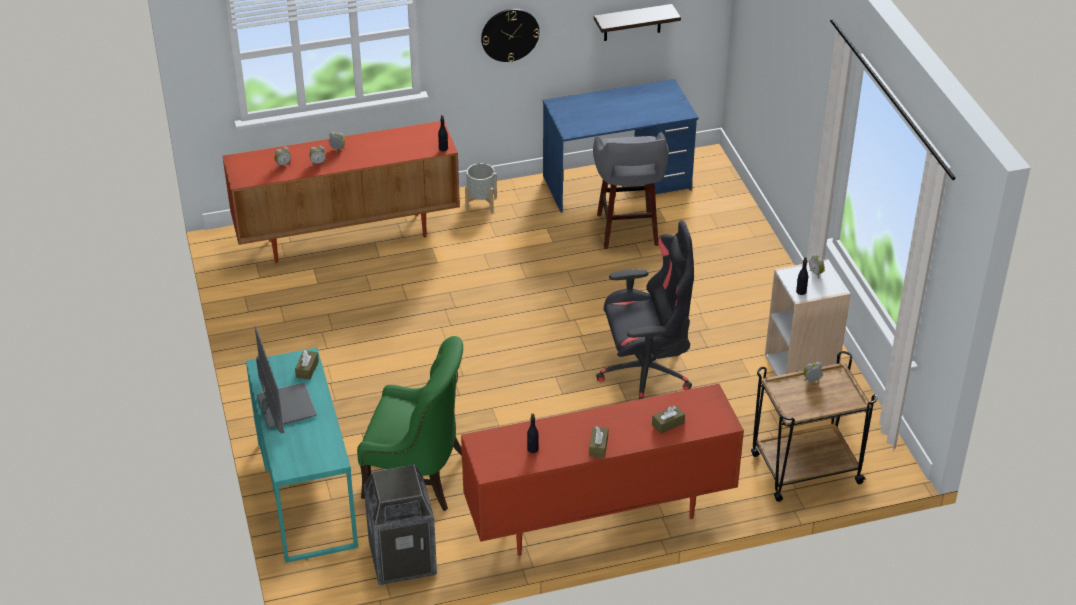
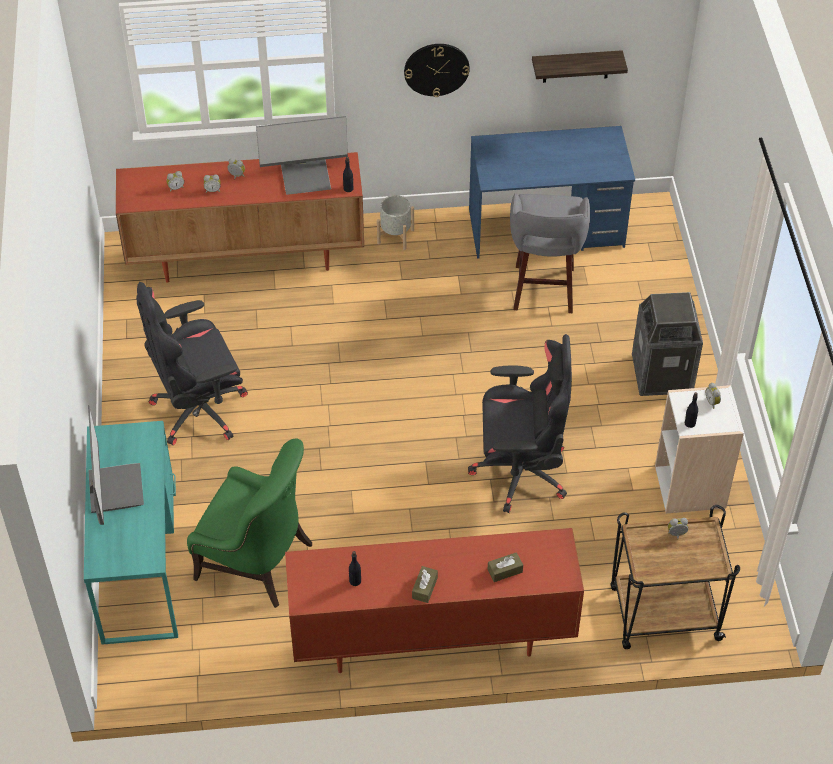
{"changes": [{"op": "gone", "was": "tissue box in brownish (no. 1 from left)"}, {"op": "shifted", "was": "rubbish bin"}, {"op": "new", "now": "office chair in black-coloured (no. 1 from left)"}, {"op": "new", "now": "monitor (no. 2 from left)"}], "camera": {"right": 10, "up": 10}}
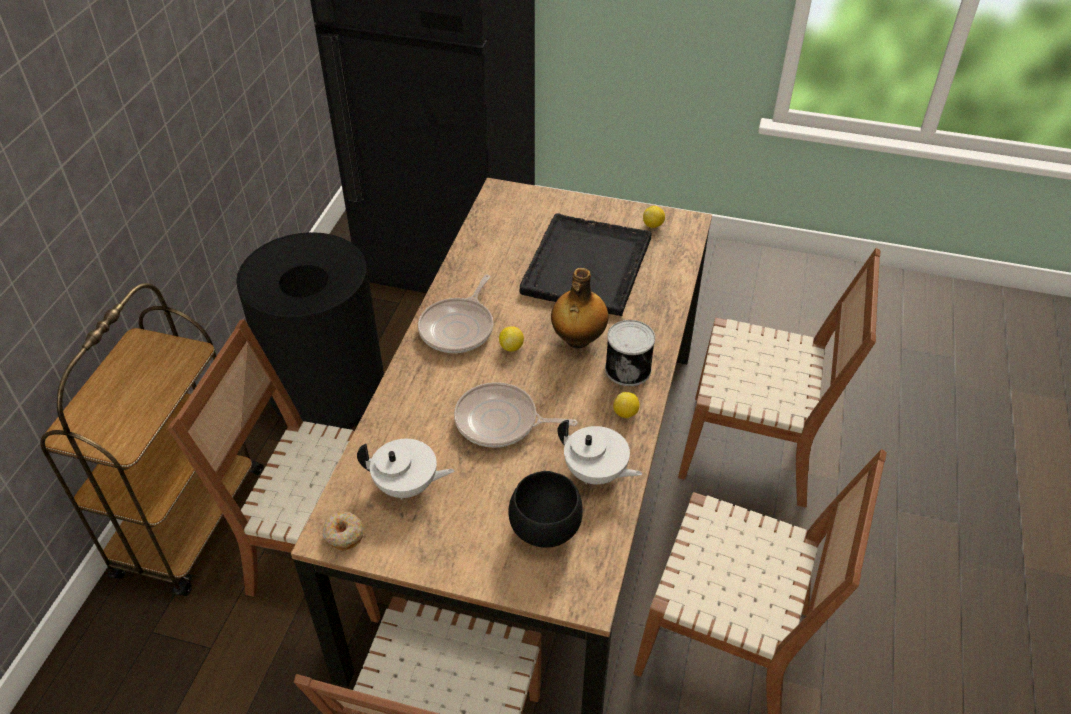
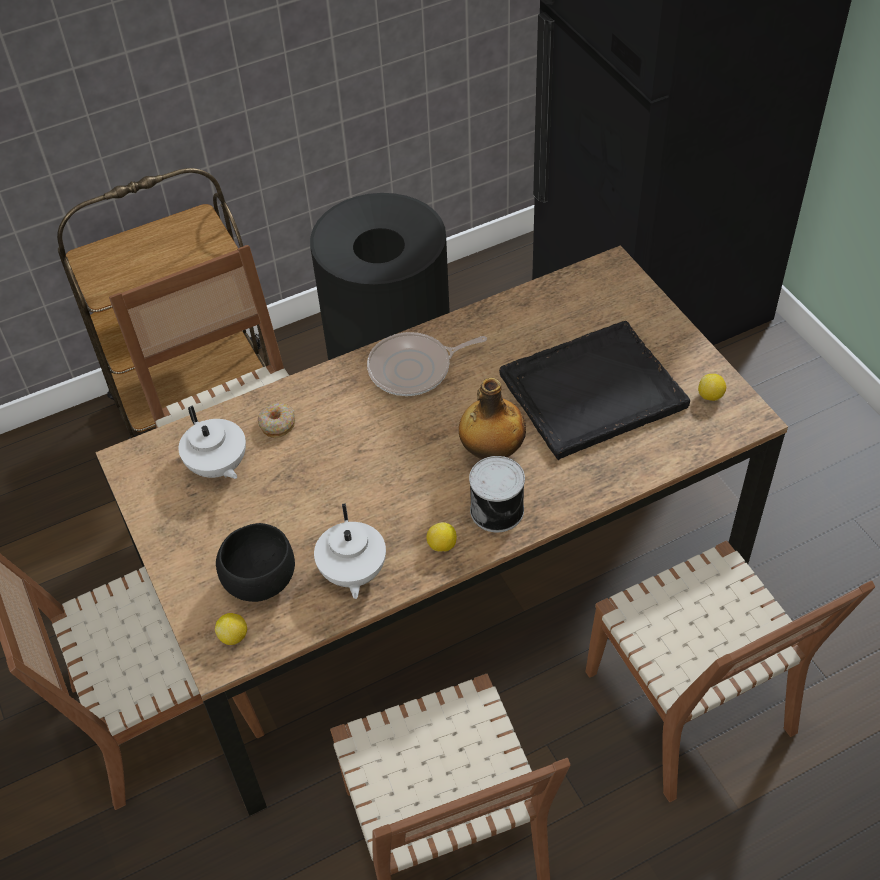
{"changes": [{"op": "shifted", "was": "doughnut"}, {"op": "gone", "was": "skillet (no. 2 from left)"}, {"op": "shifted", "was": "lemon (no. 1 from left)"}], "camera": {"right": 50, "up": 5}}
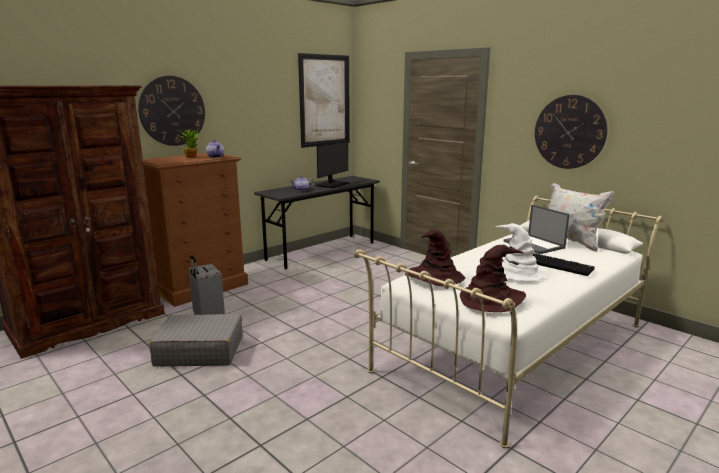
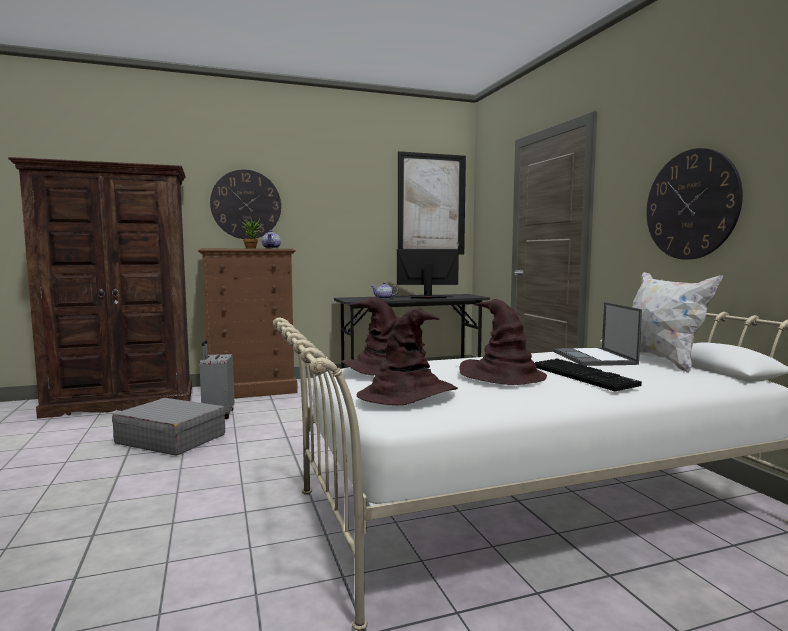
{"changes": [{"op": "rotated", "was": "monitor", "clockwise": -150}, {"op": "repainted", "was": "clothing hat in whitish", "now": "clothing hat in brownish (no. 3 from left)"}], "camera": {"right": 25, "up": -10}}
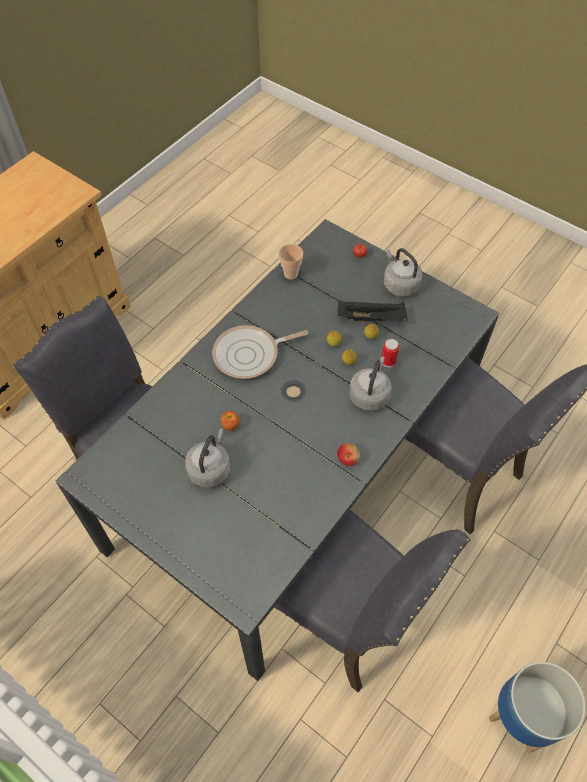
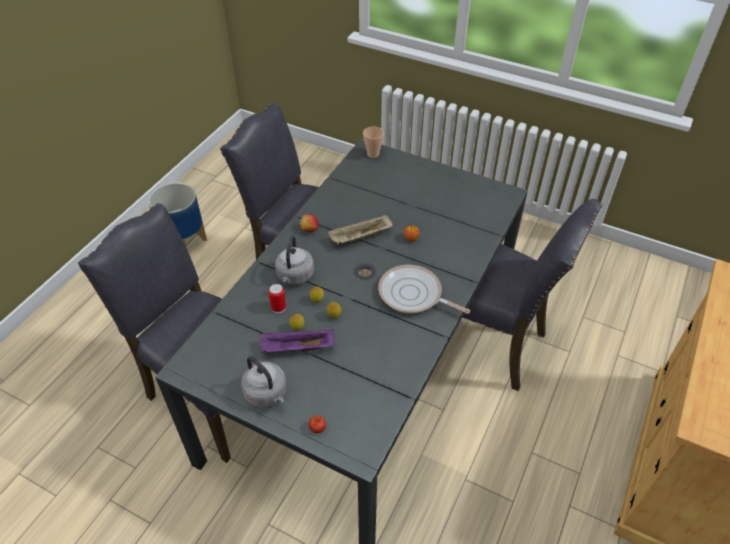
{"changes": [{"op": "gone", "was": "water kettle in grey (no. 1 from left)"}, {"op": "rotated", "was": "skillet", "clockwise": -120}, {"op": "shifted", "was": "small cup"}, {"op": "repainted", "was": "tray in black-coloured", "now": "tray in purplish"}, {"op": "new", "now": "tray in beige"}], "camera": {"right": 170, "up": -10}}
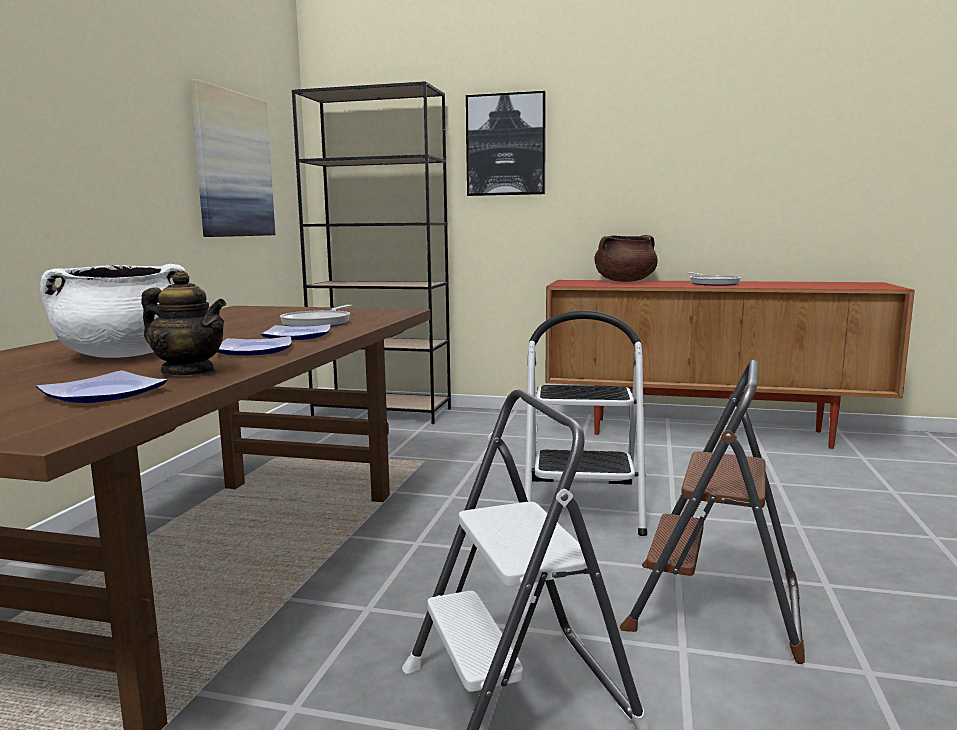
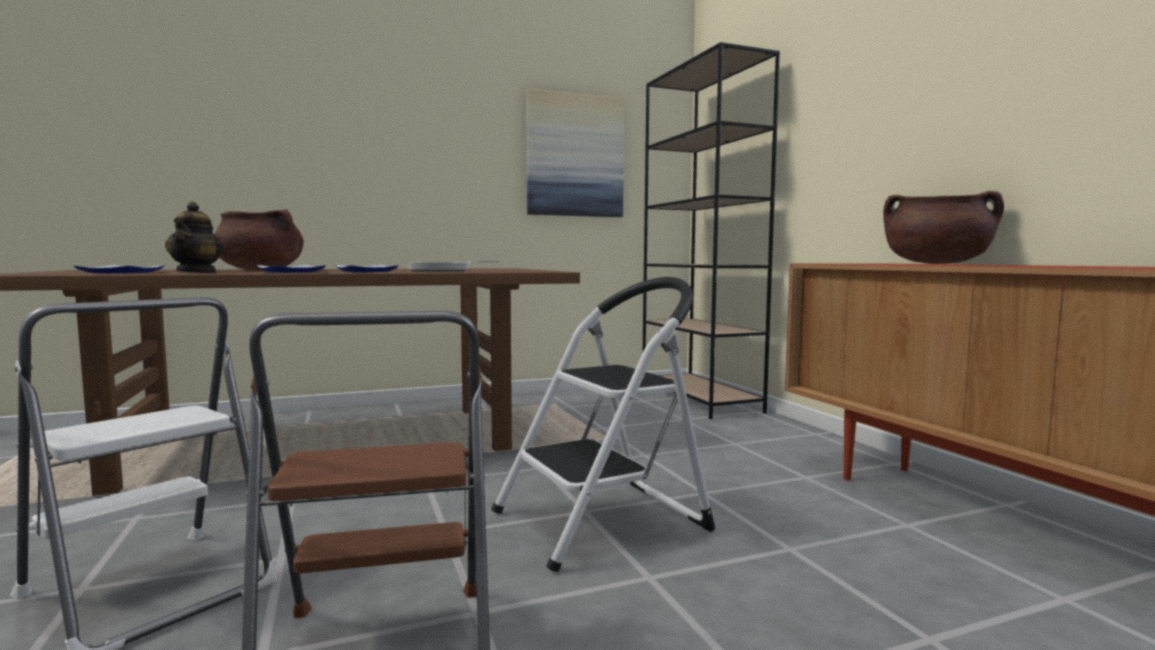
{"changes": [{"op": "repainted", "was": "stockpot in whitish", "now": "stockpot in brownish (no. 1 from left)"}, {"op": "gone", "was": "wall picture (no. 2 from left)"}, {"op": "gone", "was": "skillet (no. 2 from left)"}], "camera": {"right": 55, "up": -5}}
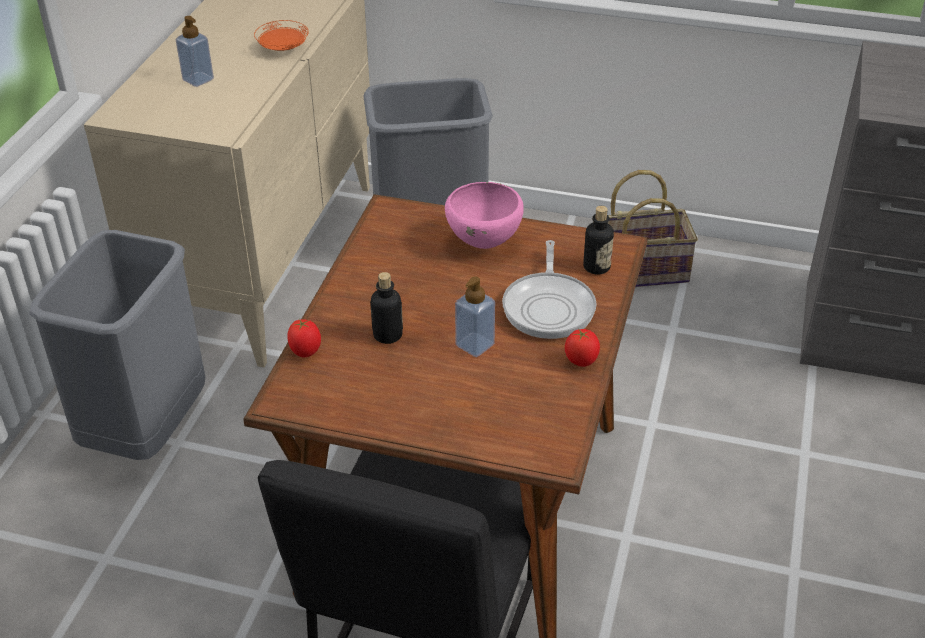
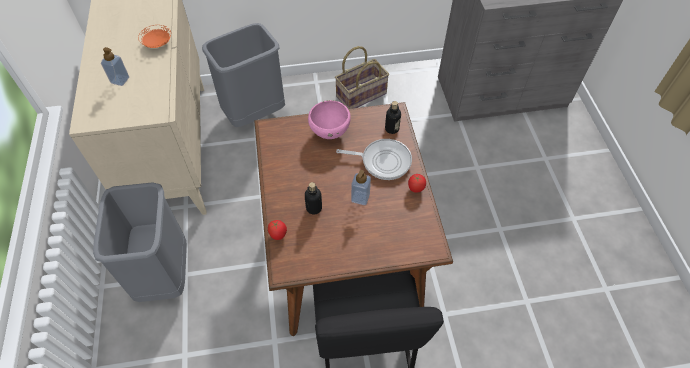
{"changes": [{"op": "rotated", "was": "skillet", "clockwise": -60}], "camera": {"right": -25, "up": 15}}
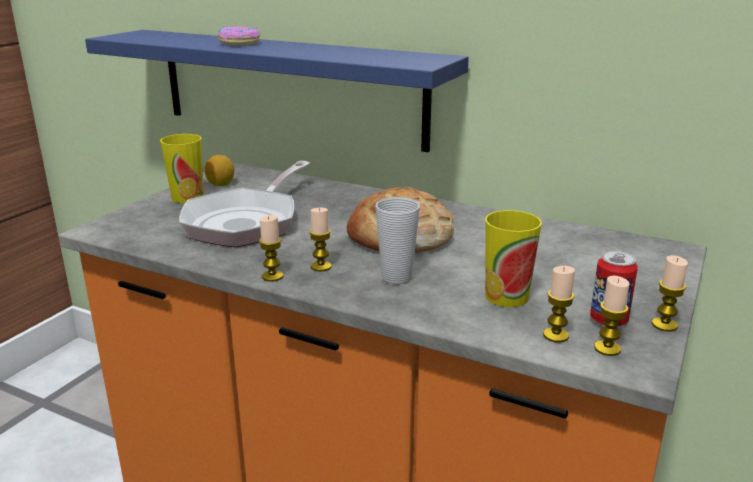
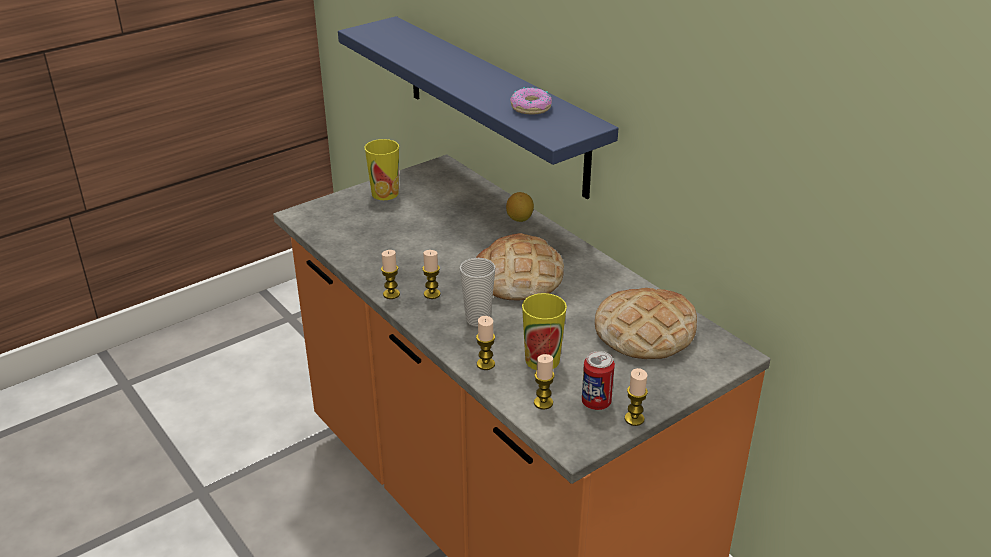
{"changes": [{"op": "gone", "was": "skillet"}, {"op": "shifted", "was": "lemon"}, {"op": "shifted", "was": "doughnut"}, {"op": "shifted", "was": "candle (no. 4 from left in the first image)", "now": "candle (no. 3 from left)"}, {"op": "new", "now": "bread (no. 2 from left)"}], "camera": {"right": 25, "up": 10}}
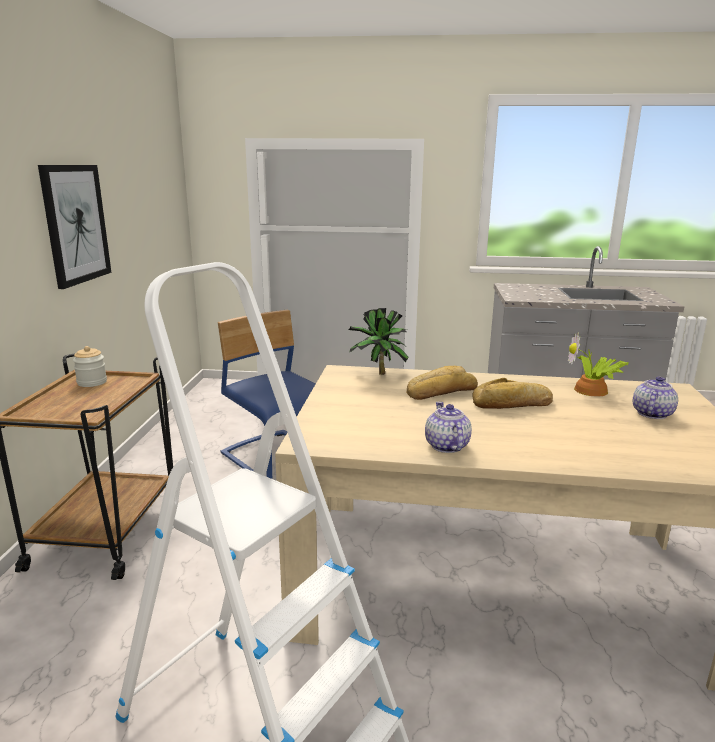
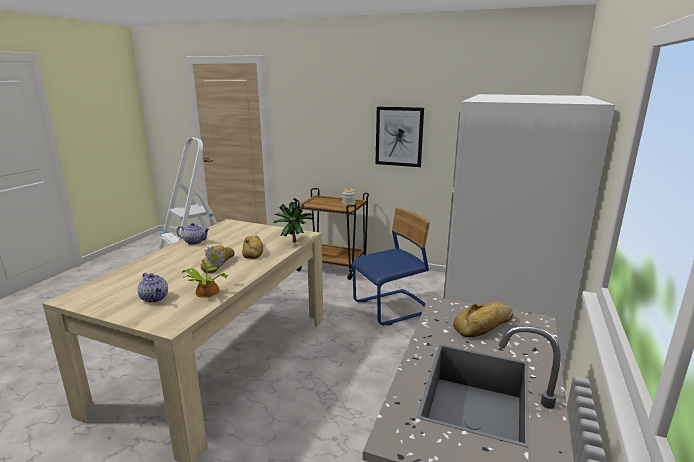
{"changes": [{"op": "new", "now": "bread (no. 3 from left)"}], "camera": {"right": 105, "up": 0}}
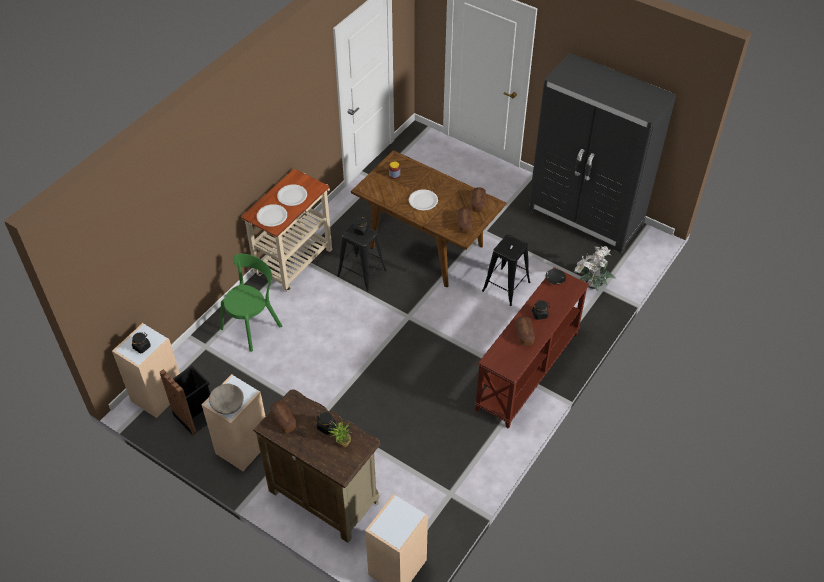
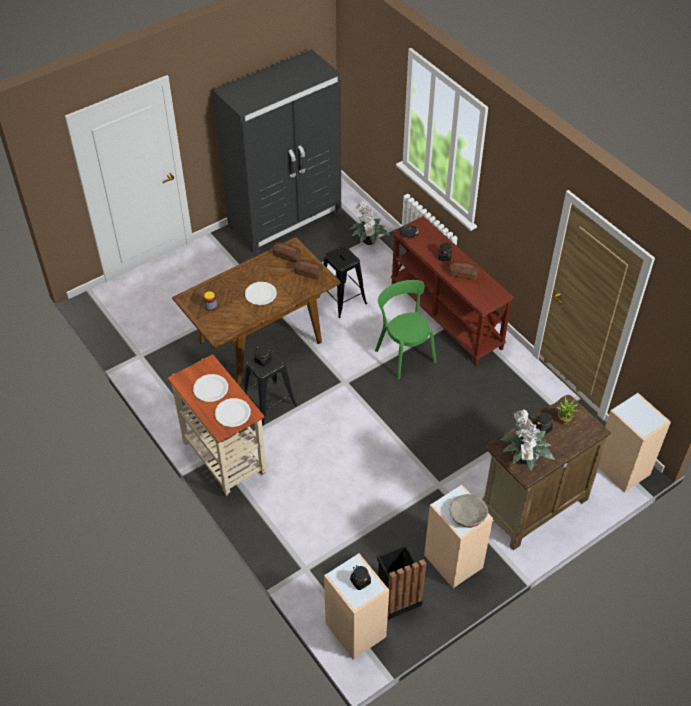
{"changes": [{"op": "shifted", "was": "upright chair in green-coloured"}, {"op": "swapped", "was": "bread (no. 1 from left)", "now": "plant in a pot (no. 2 from left)"}], "camera": {"right": -70, "up": 0}}
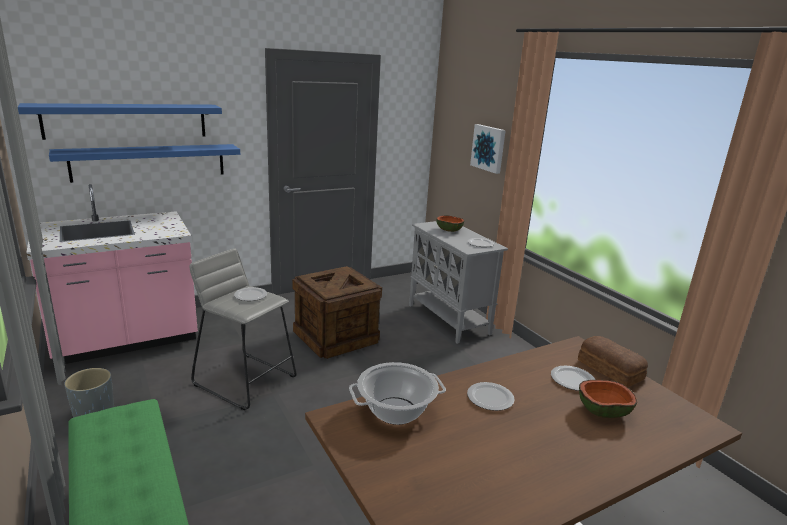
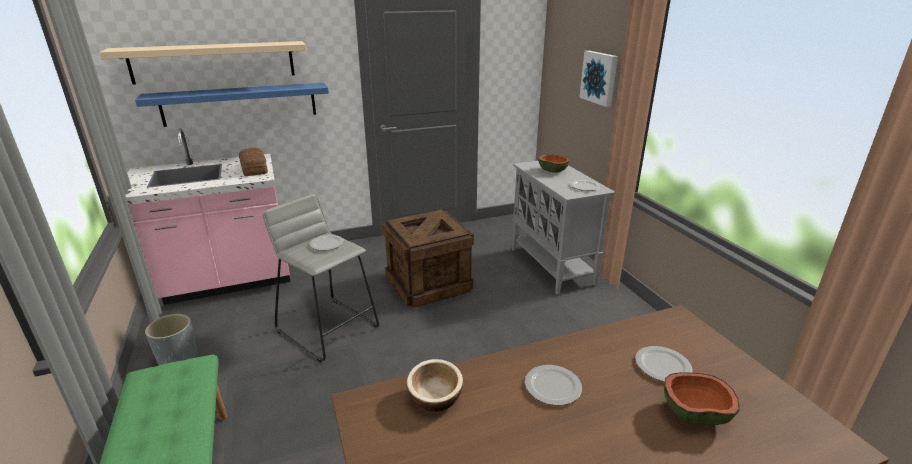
{"changes": [{"op": "repainted", "was": "shelf in bluish (no. 1 from left)", "now": "shelf in beige"}, {"op": "swapped", "was": "stockpot", "now": "bowl (no. 1 from left)"}, {"op": "shifted", "was": "bread"}], "camera": {"right": 10, "up": 5}}
